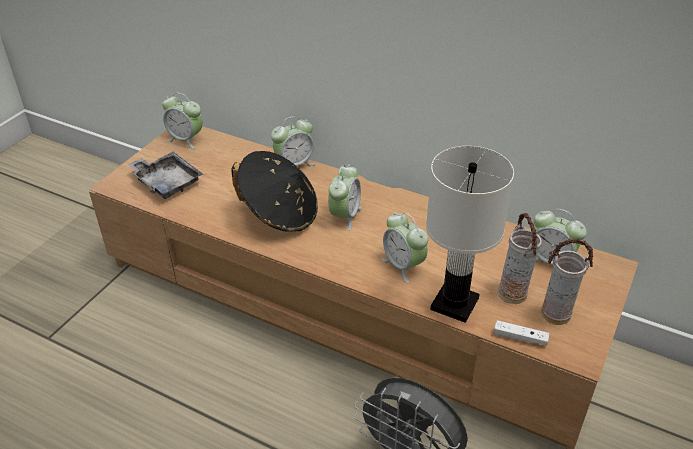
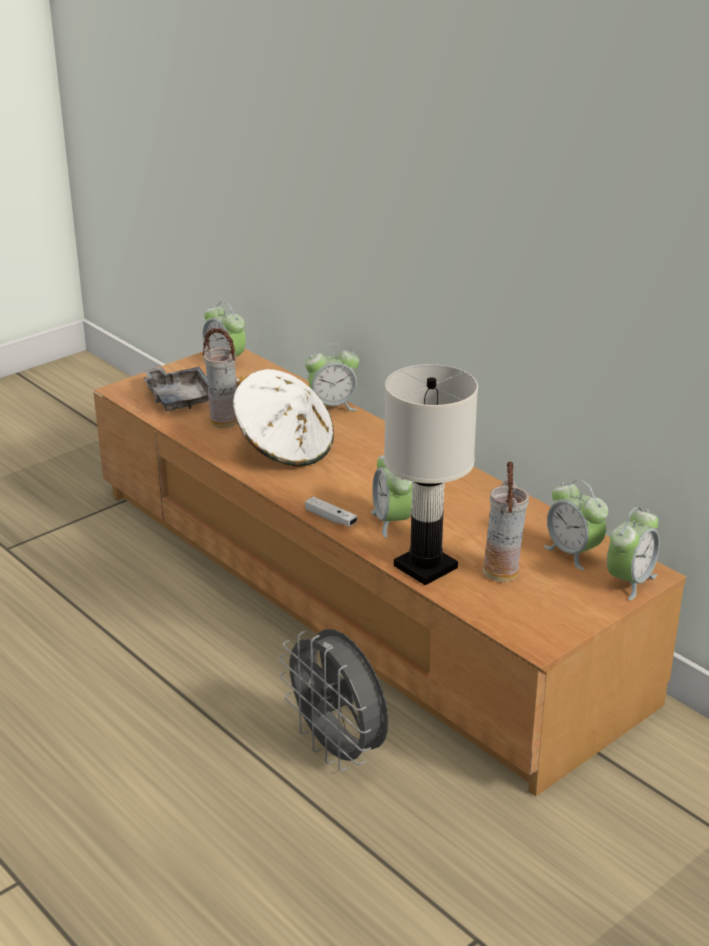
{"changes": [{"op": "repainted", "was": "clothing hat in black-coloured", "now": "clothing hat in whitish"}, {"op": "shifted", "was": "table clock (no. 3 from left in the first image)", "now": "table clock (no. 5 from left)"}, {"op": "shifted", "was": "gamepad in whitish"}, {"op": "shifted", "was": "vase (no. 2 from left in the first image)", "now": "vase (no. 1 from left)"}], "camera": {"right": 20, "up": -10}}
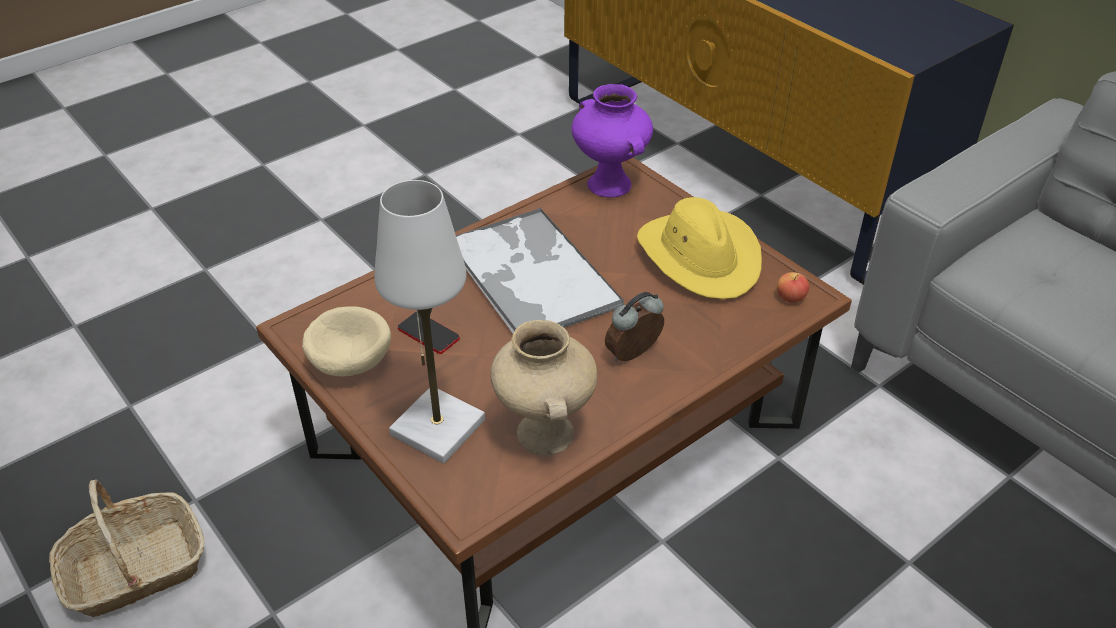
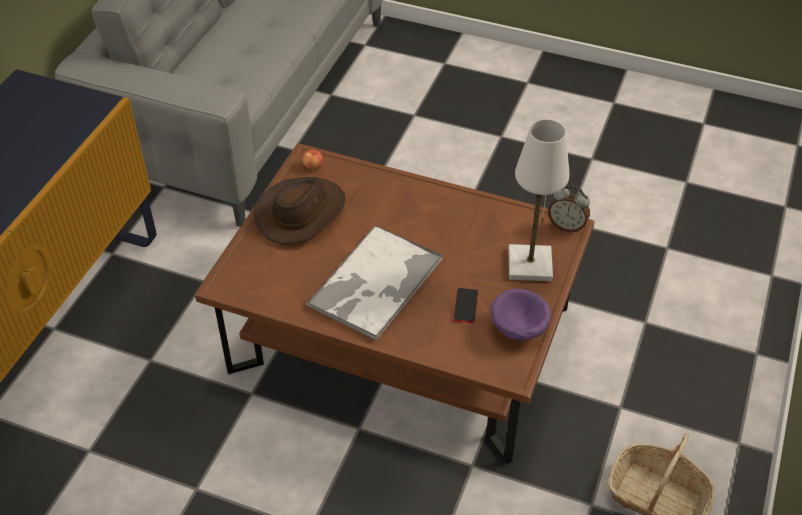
{"changes": [{"op": "repainted", "was": "bowl in beige", "now": "bowl in purplish"}, {"op": "gone", "was": "vase in beige"}, {"op": "gone", "was": "vase in purplish"}, {"op": "shifted", "was": "table clock"}, {"op": "repainted", "was": "clothing hat in yellowish", "now": "clothing hat in brownish"}], "camera": {"right": -120, "up": 5}}
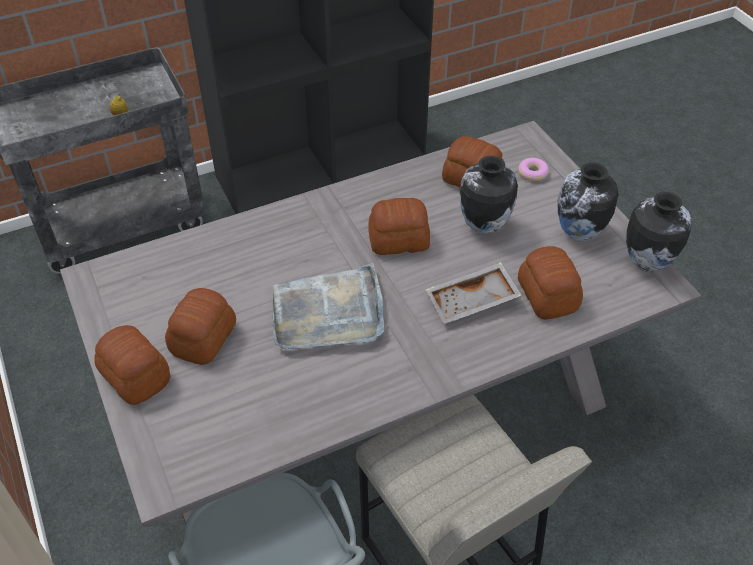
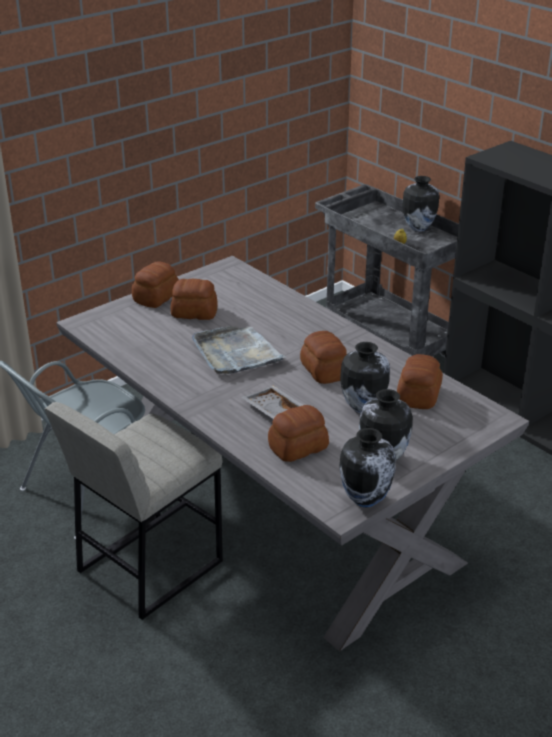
{"changes": [{"op": "gone", "was": "doughnut"}, {"op": "new", "now": "vase (no. 4 from left)"}], "camera": {"right": 75, "up": -15}}
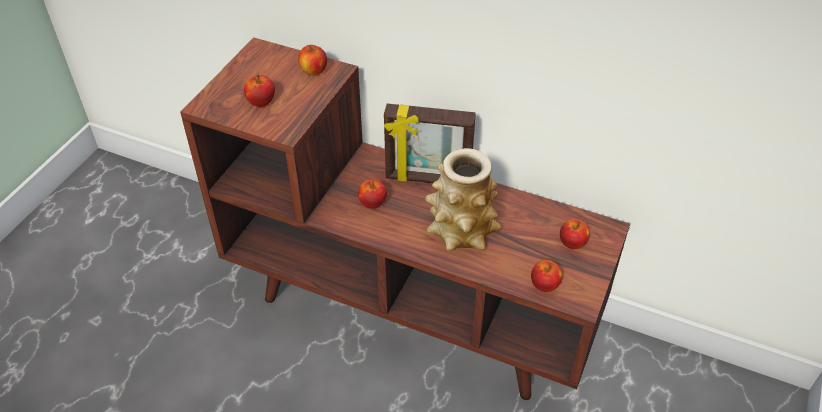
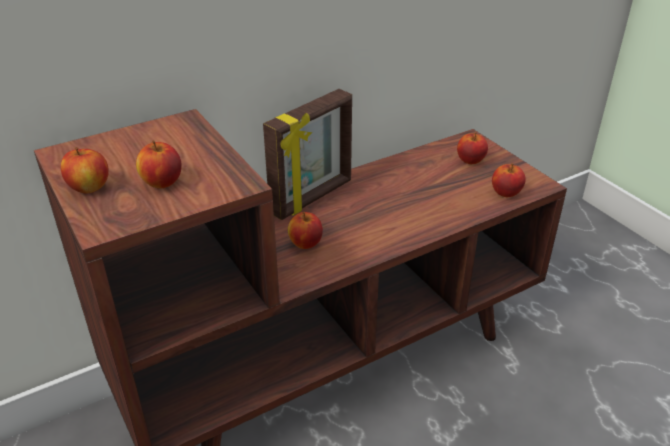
{"changes": [{"op": "shifted", "was": "whole apple (no. 2 from left in the first image)", "now": "whole apple (no. 1 from left)"}, {"op": "gone", "was": "vase"}], "camera": {"right": -55, "up": -10}}
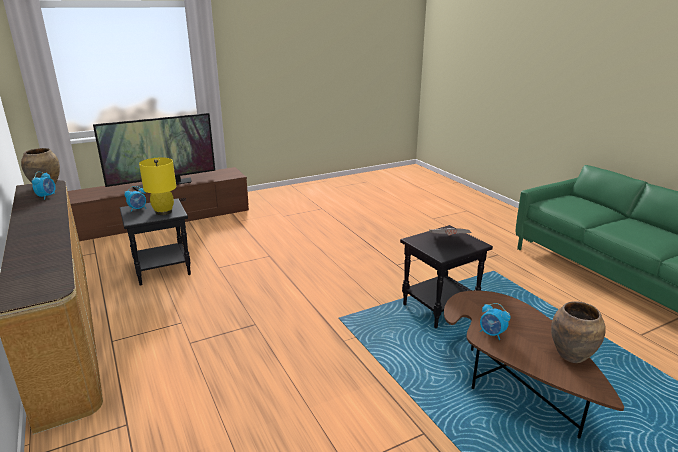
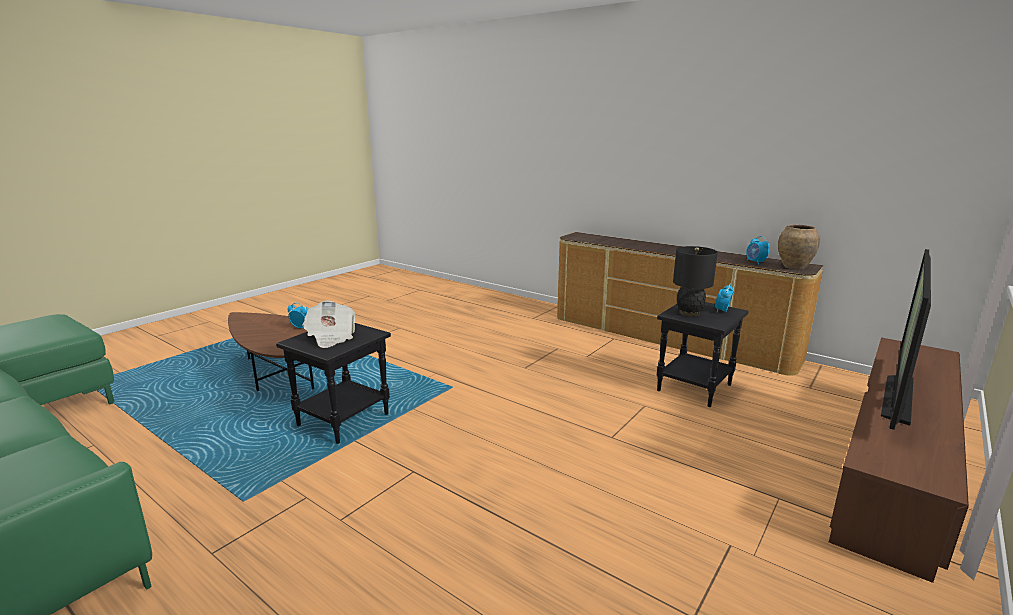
{"changes": [{"op": "repainted", "was": "lamp for a table in yellowish", "now": "lamp for a table in black-coloured"}, {"op": "gone", "was": "vase in brownish (no. 2 from left)"}], "camera": {"right": 155, "up": -5}}
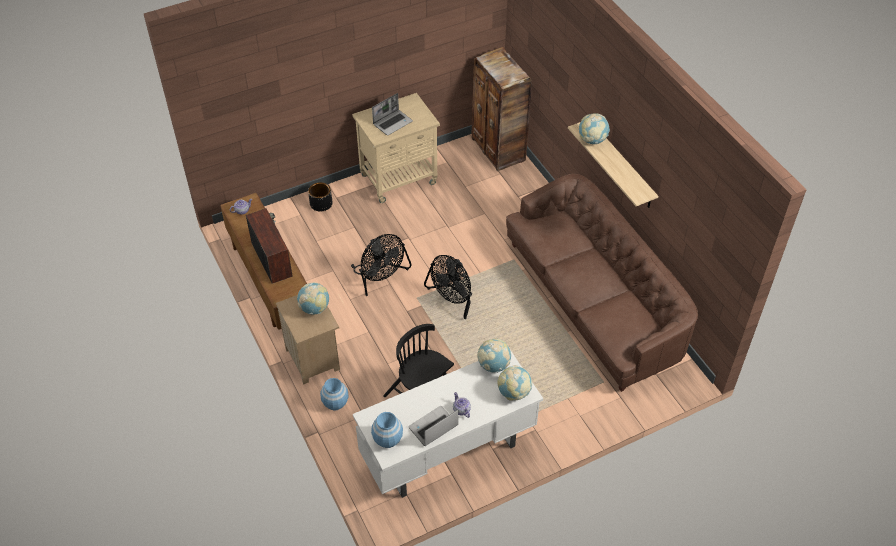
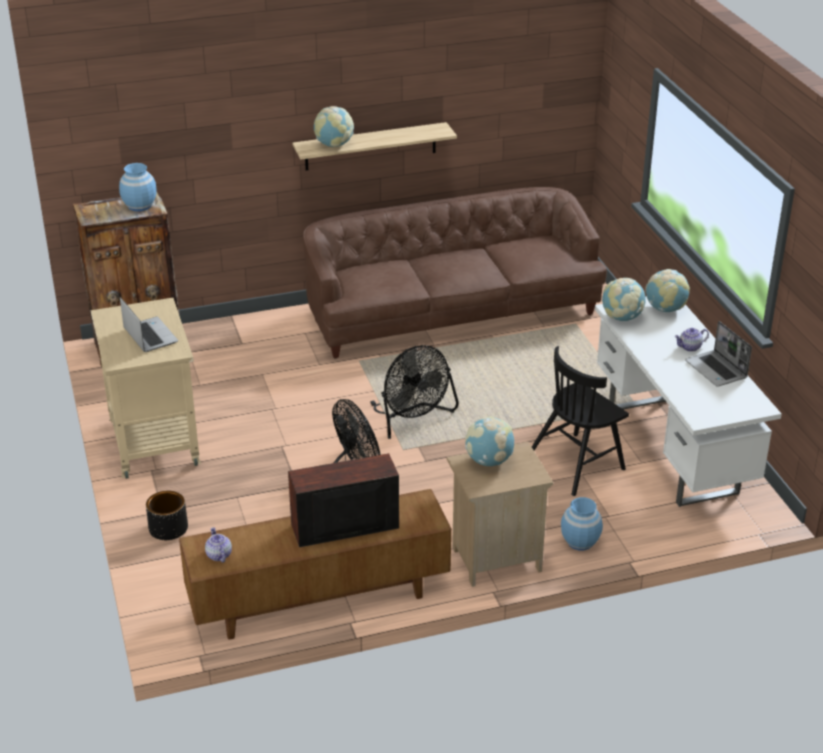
{"changes": [{"op": "shifted", "was": "vase in bluish (no. 2 from left in the first image)", "now": "vase in bluish (no. 1 from left)"}], "camera": {"right": -80, "up": -15}}
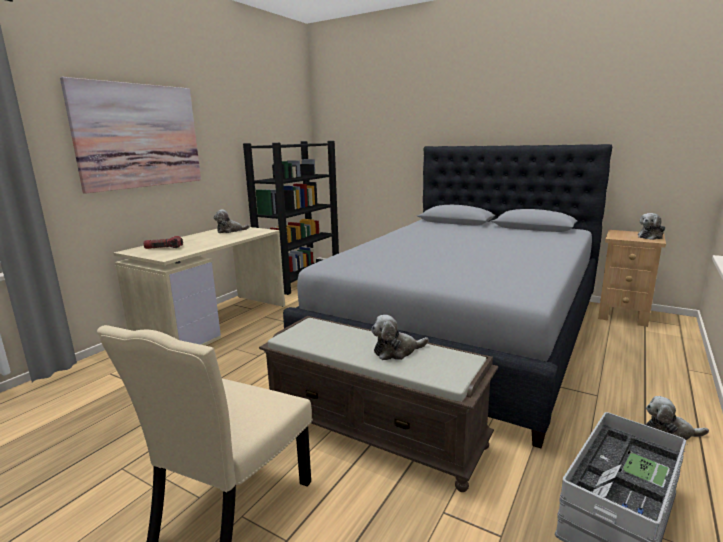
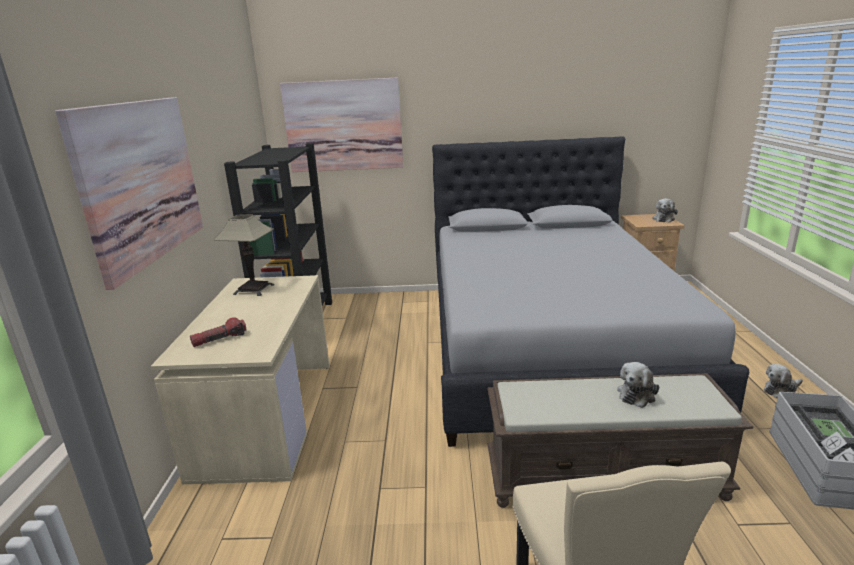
{"changes": [{"op": "swapped", "was": "cuddly toy (no. 1 from left)", "now": "lamp for a table"}, {"op": "new", "now": "wall picture (no. 2 from left)"}], "camera": {"right": -30, "up": 5}}
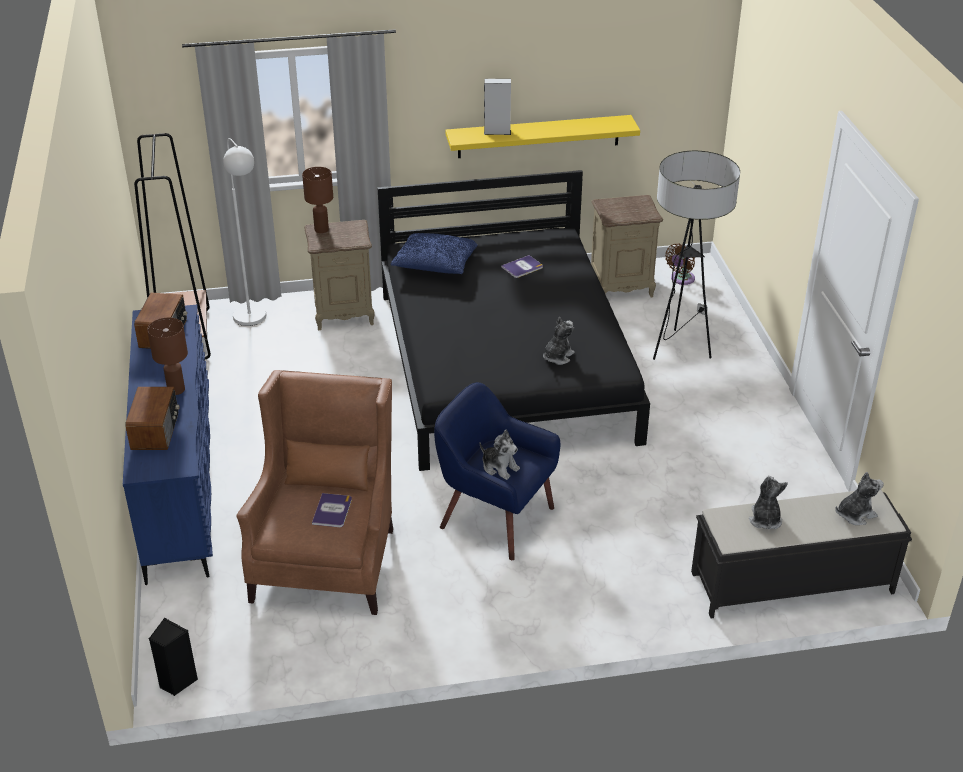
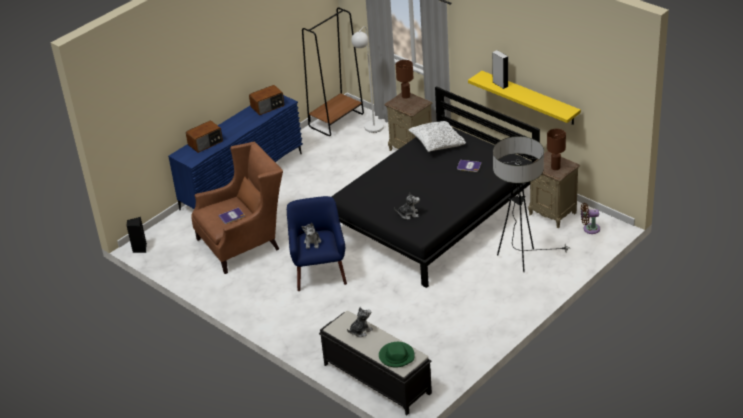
{"changes": [{"op": "shifted", "was": "lamp for a table in brownish (no. 1 from left in the first image)", "now": "lamp for a table in brownish (no. 2 from left)"}, {"op": "repainted", "was": "throw pillow in bluish", "now": "throw pillow in whitish"}, {"op": "swapped", "was": "cuddly toy (no. 4 from left)", "now": "clothing hat in green-coloured"}], "camera": {"right": 55, "up": 0}}
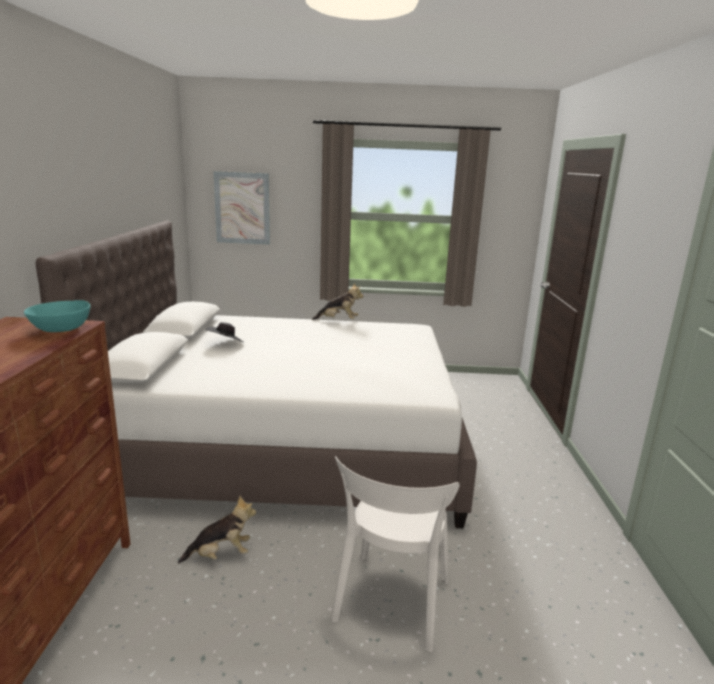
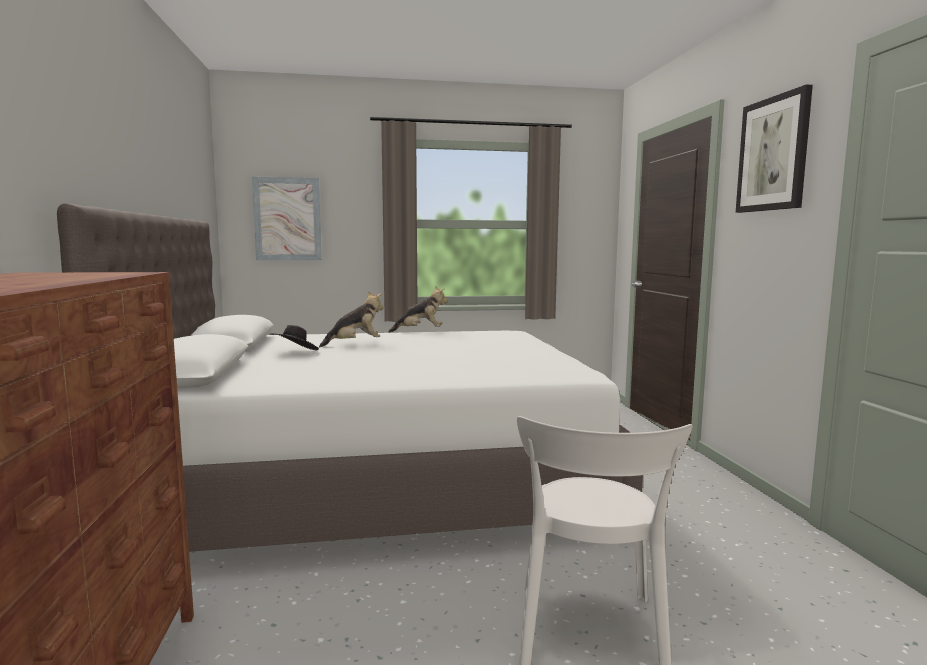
{"changes": [{"op": "gone", "was": "bowl in turquoise"}, {"op": "shifted", "was": "cuddly toy (no. 1 from left)"}, {"op": "new", "now": "wall picture (no. 2 from left)"}], "camera": {"right": -10, "up": -10}}
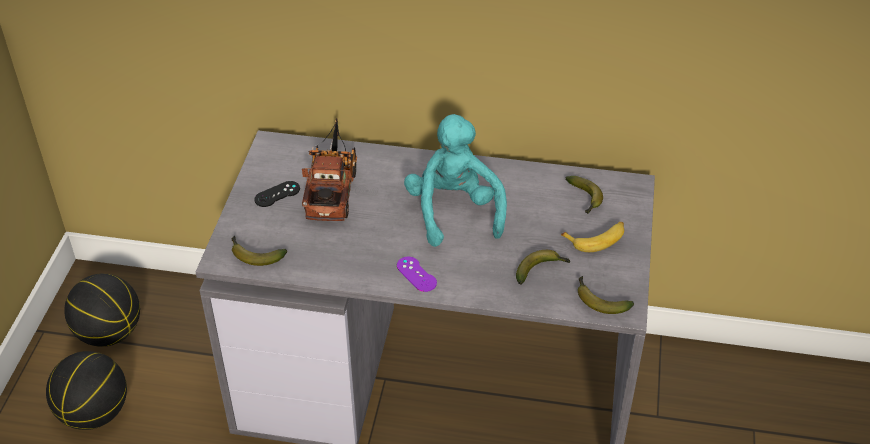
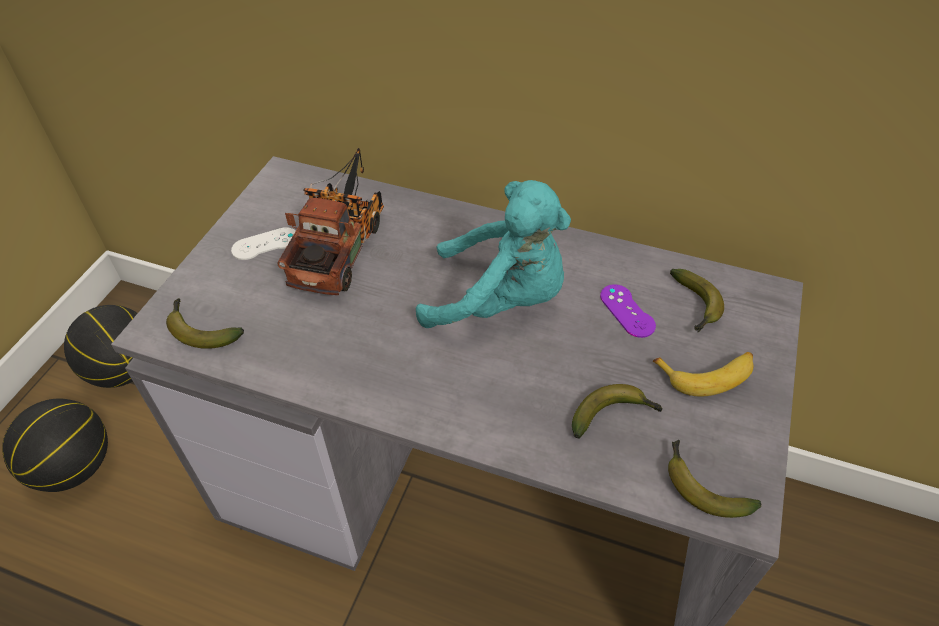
{"changes": [{"op": "repainted", "was": "gamepad in black-coloured", "now": "gamepad in whitish"}, {"op": "shifted", "was": "gamepad in purplish"}, {"op": "rotated", "was": "cuddly toy in turquoise", "clockwise": 105}], "camera": {"right": 10, "up": 5}}
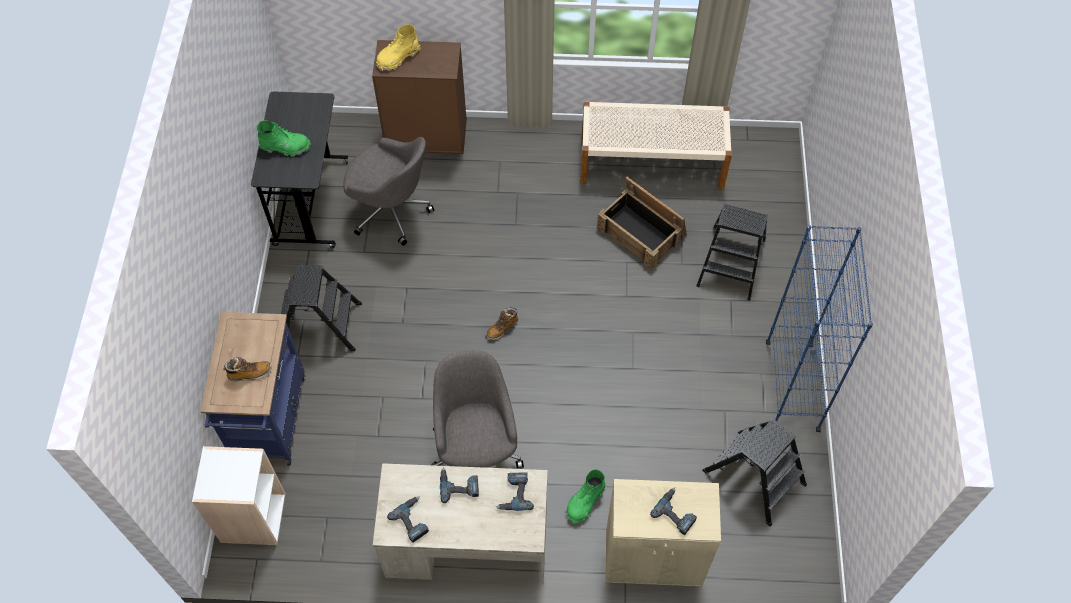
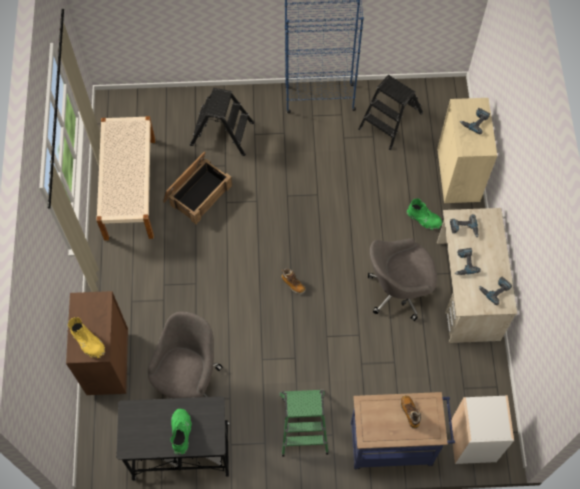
{"changes": [{"op": "repainted", "was": "step stool in black-coloured (no. 1 from left)", "now": "step stool in green-coloured"}], "camera": {"right": -95, "up": 5}}
